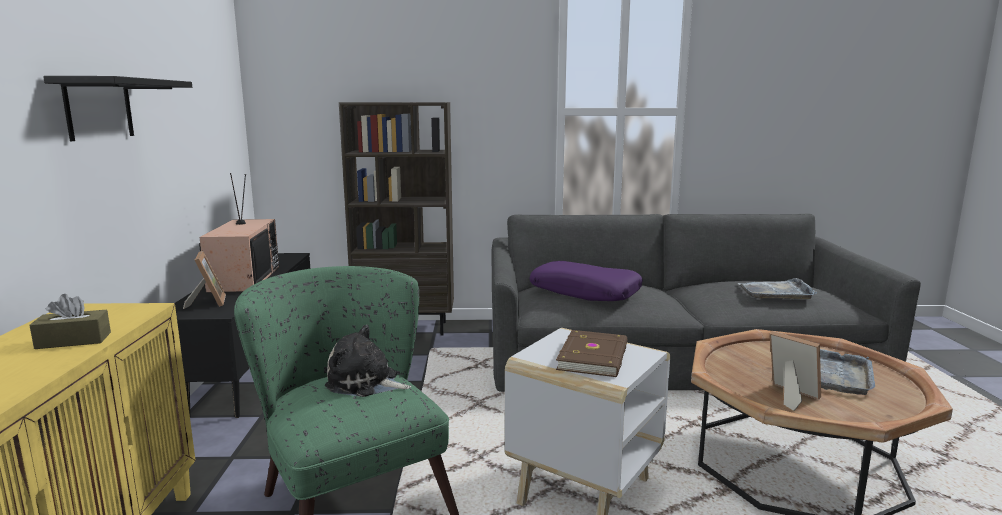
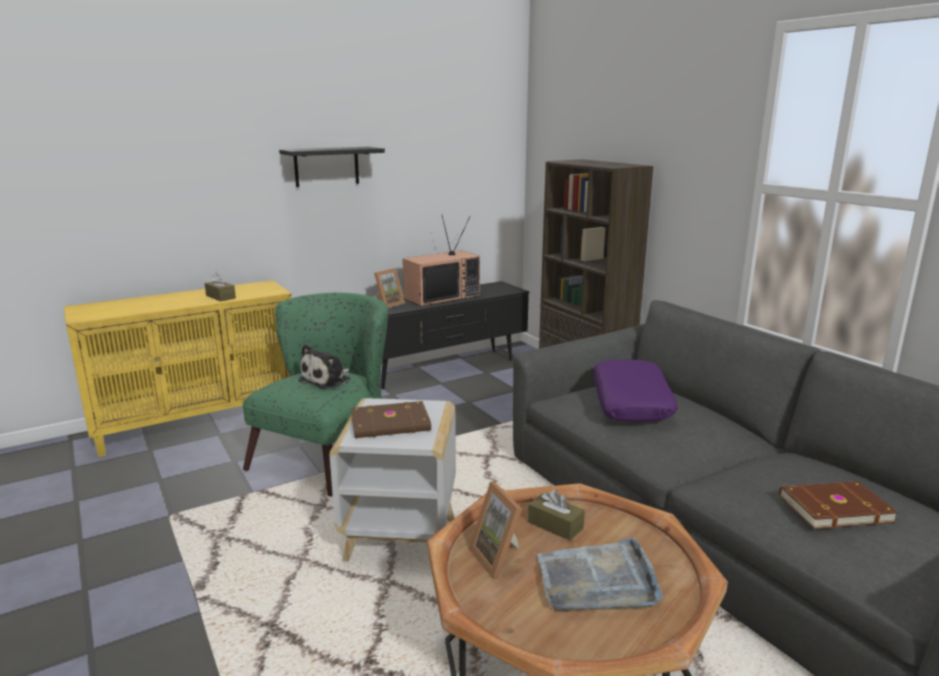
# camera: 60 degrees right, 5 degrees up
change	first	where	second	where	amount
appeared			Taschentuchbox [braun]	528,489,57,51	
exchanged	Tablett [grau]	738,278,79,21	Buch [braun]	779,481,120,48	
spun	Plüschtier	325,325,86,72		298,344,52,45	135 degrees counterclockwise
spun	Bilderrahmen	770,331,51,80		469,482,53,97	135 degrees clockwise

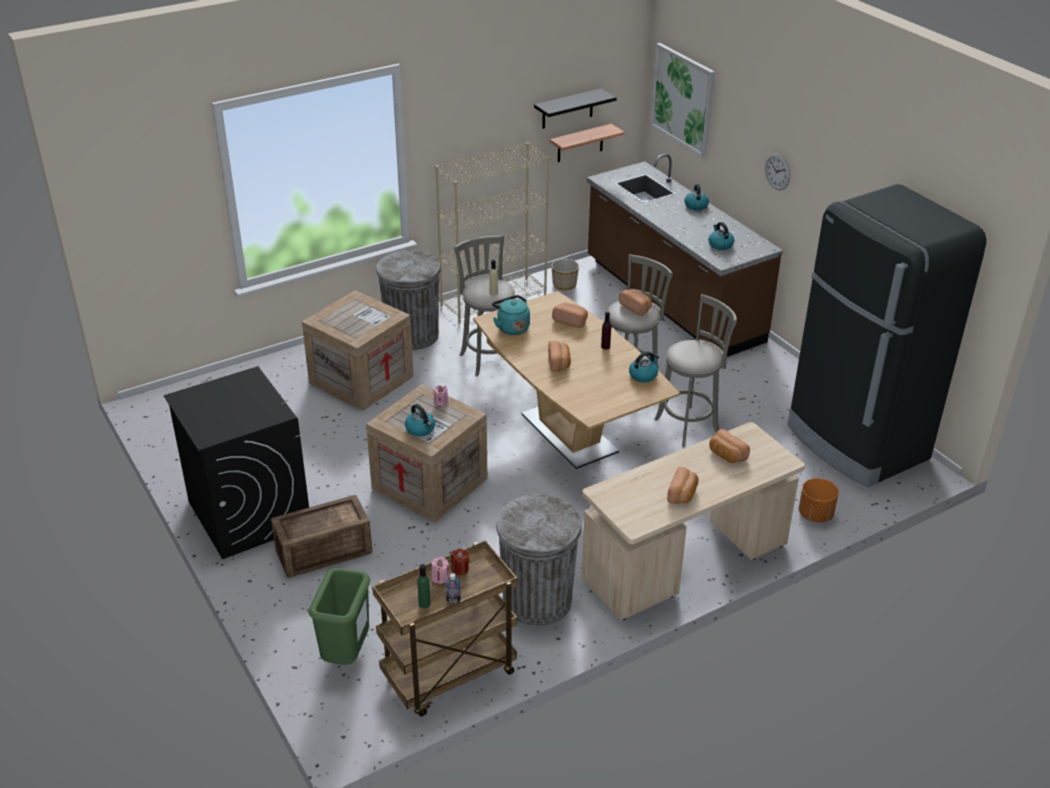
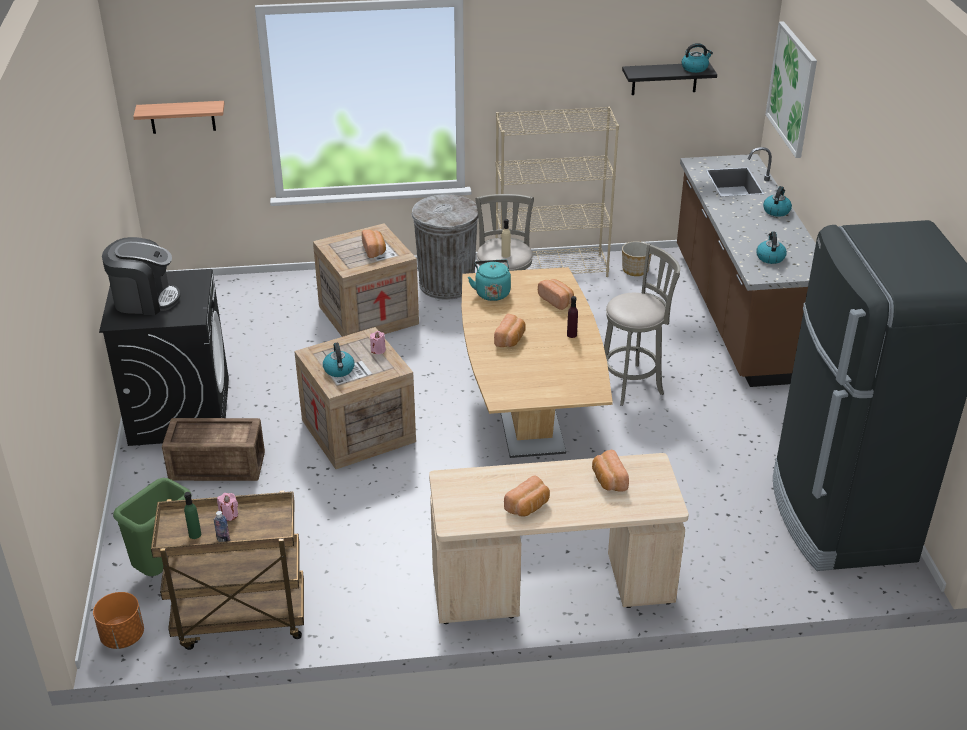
# camera: 25 degrees right, 0 degrees up
change	first	where	second	where	amount
missing	Kerze [rot]	451,548,18,27			
missing	Mülleimer [grau]	496,494,86,132			
missing	Hocker [grau]	654,294,83,153			
missing	Wanduhr	765,153,25,37			
appeared			Kaffeemaschine	102,237,79,78	
relocated	Wandregal	550,124,75,38		133,101,91,33	
relocated	Brot	619,289,33,27		362,230,24,28	
relocated	Wasserkessel	629,351,30,31		681,43,32,30	
relocated	Pflanzkübel [orange]	799,478,40,45		93,592,51,57	

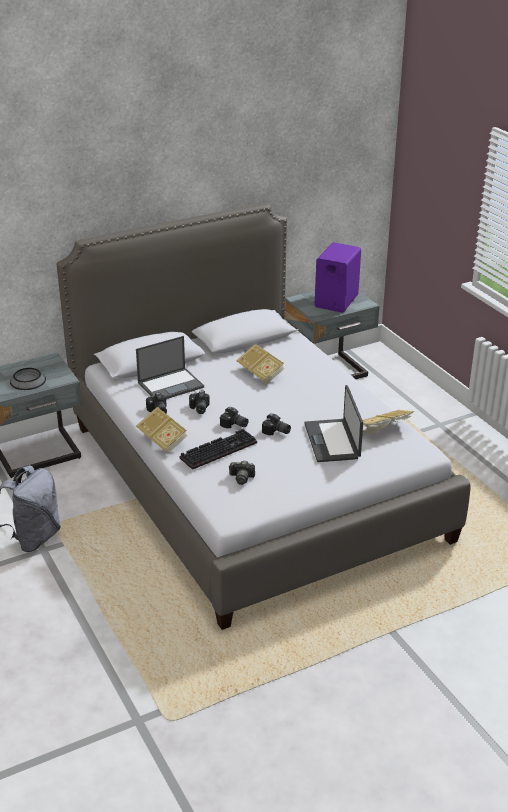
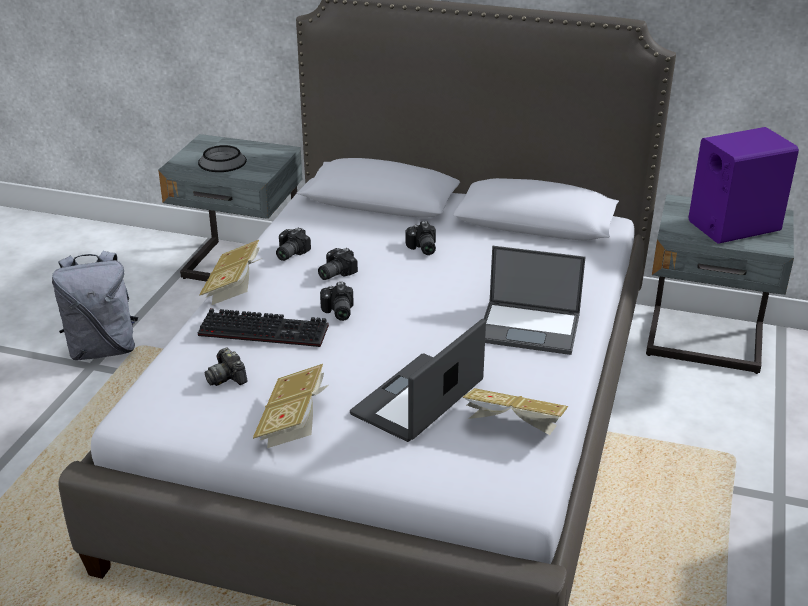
# camera: 45 degrees right, 0 degrees up
change	first	where	second	where	amount
relocated	Laptop	136,336,68,63		484,246,101,109	
relocated	Buch	236,344,48,41		253,364,75,84	
relocated	Kamera	262,413,29,22		406,221,30,34	

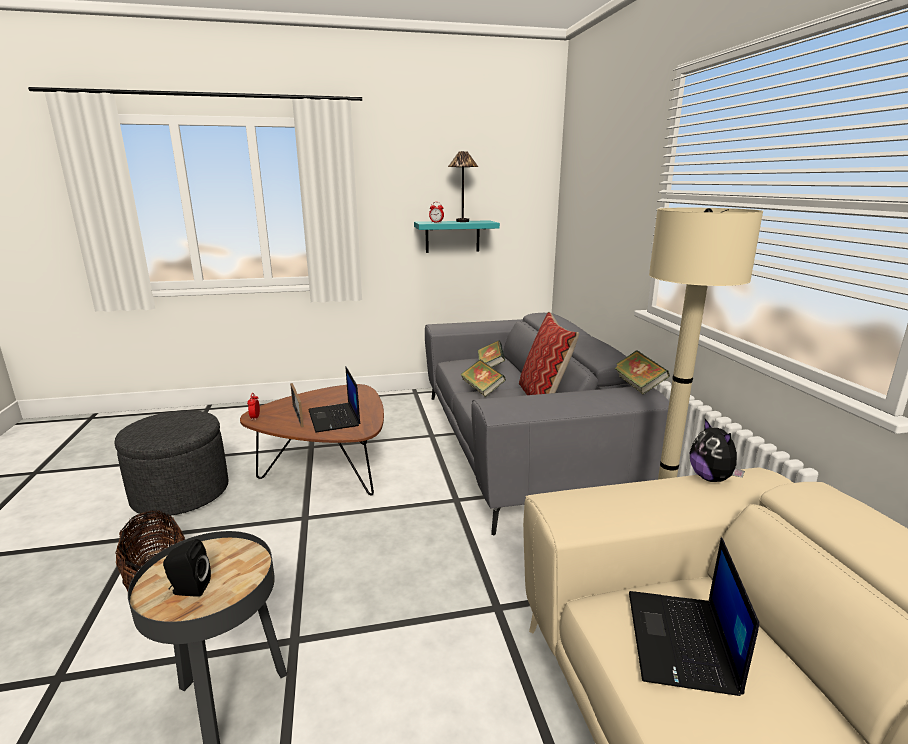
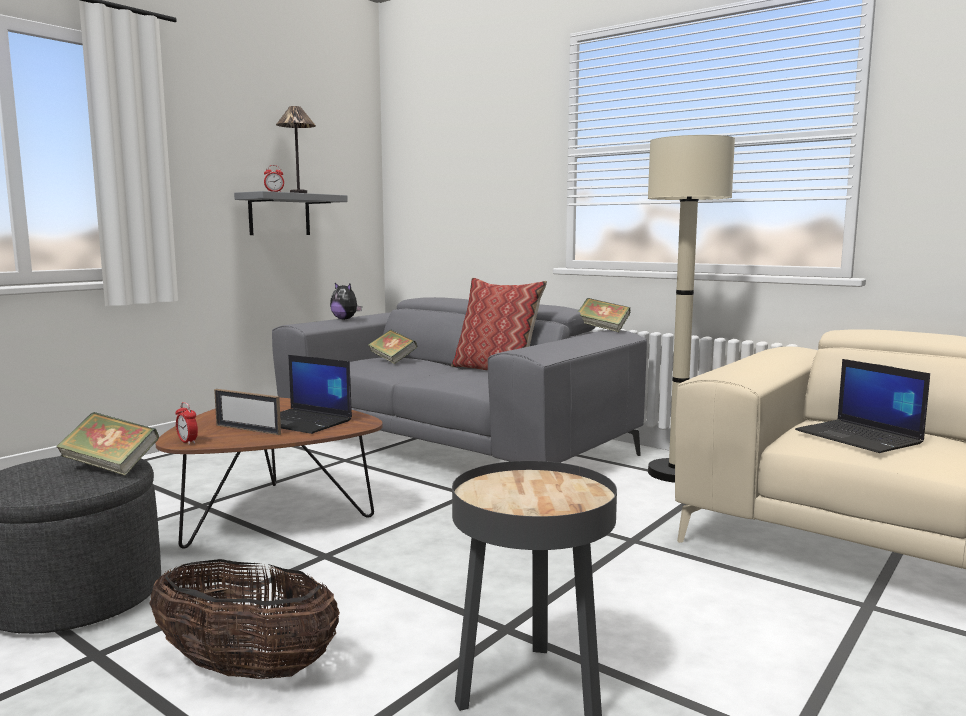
# camera: 40 degrees left, 10 degrees down
change	first	where	second	where	amount
missing	Lautsprecher [schwarz]	163,539,48,58			
relocated	Buch	460,359,46,38		56,412,103,64	
relocated	Plüschtier	690,419,55,63		330,283,32,37	
colour	Wandregal [türkis]	414,220,86,33	Wandregal [grau]	234,191,114,44	

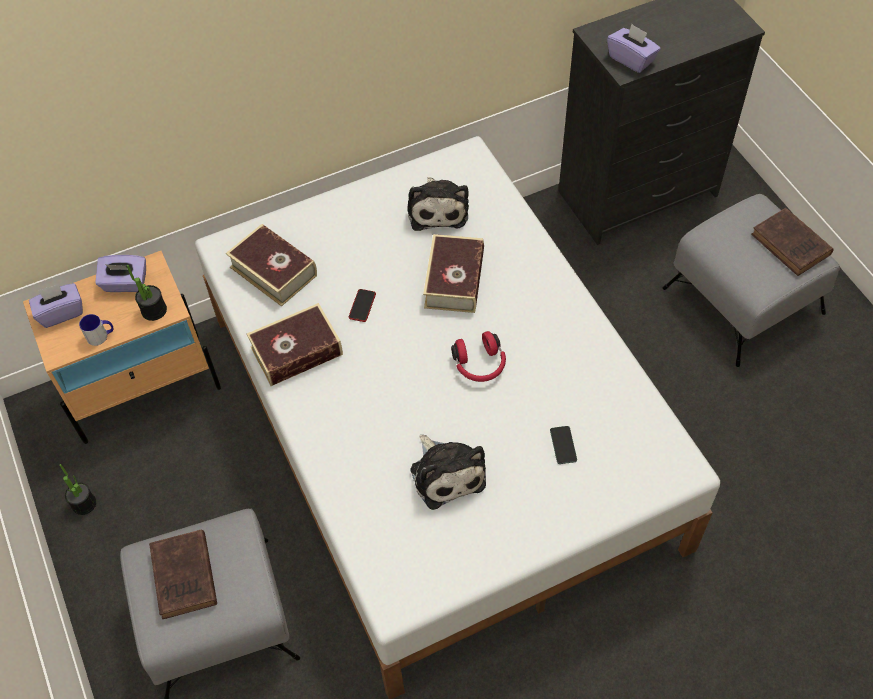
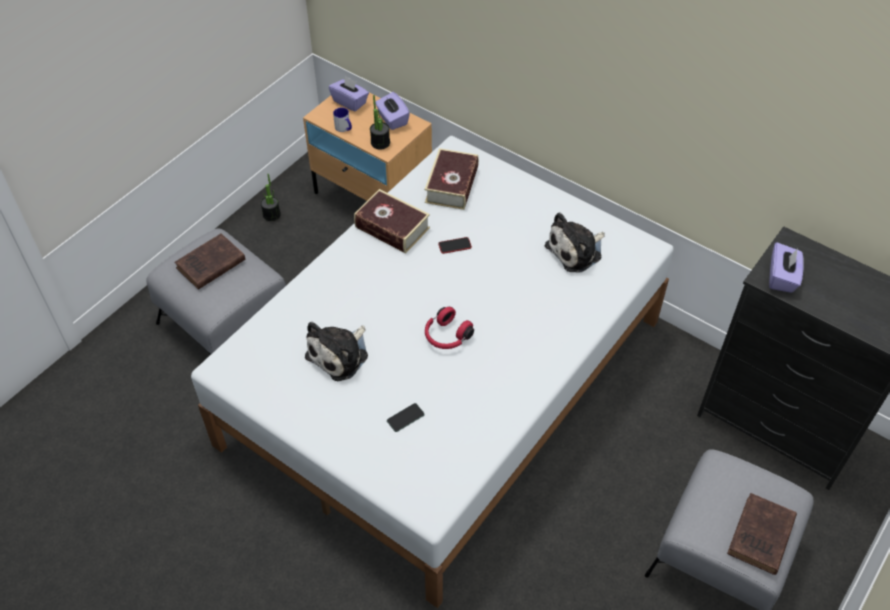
# camera: 60 degrees right, 5 degrees down
change	first	where	second	where	amount
missing	Buch	423,234,61,79			

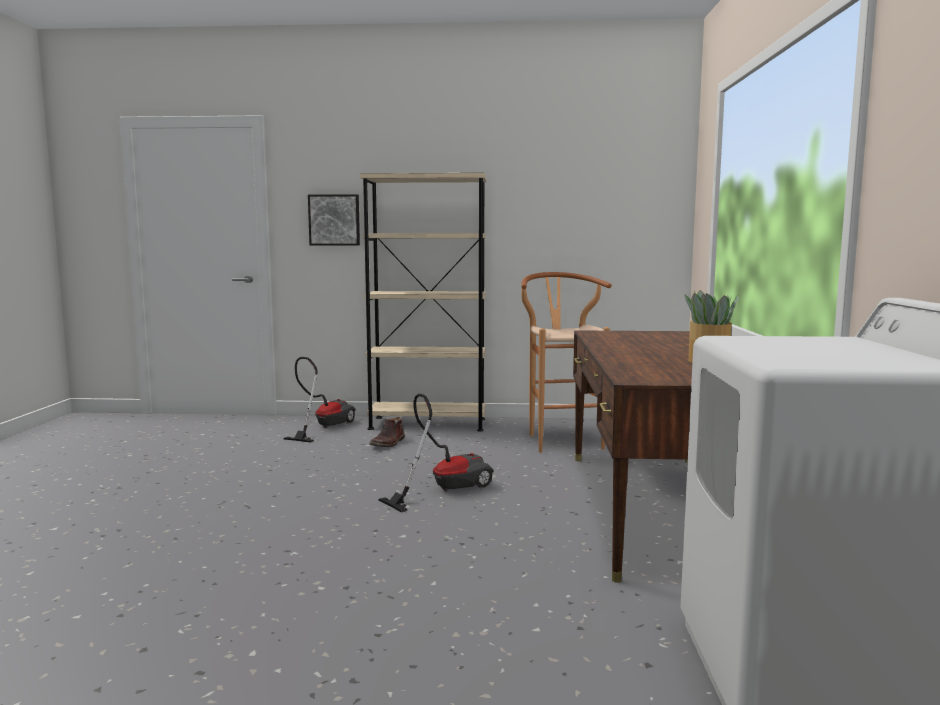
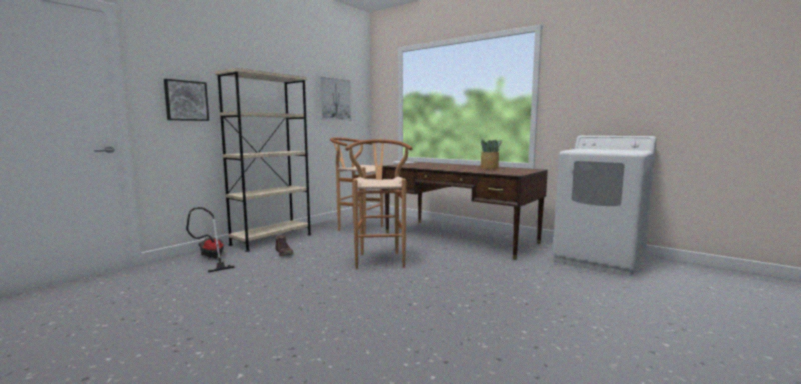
# camera: 55 degrees left, 0 degrees up
change	first	where	second	where	amount
appeared			Bild	319,76,33,44	
exchanged	Staubsauger	378,394,116,119	Hocker [braun]	345,139,68,130	

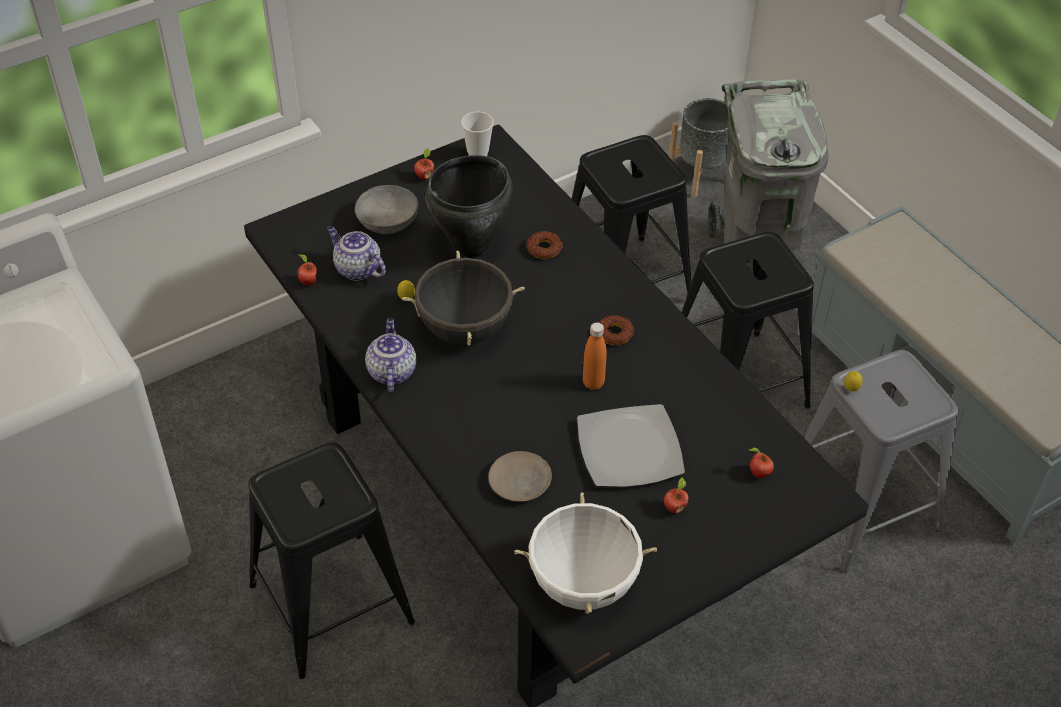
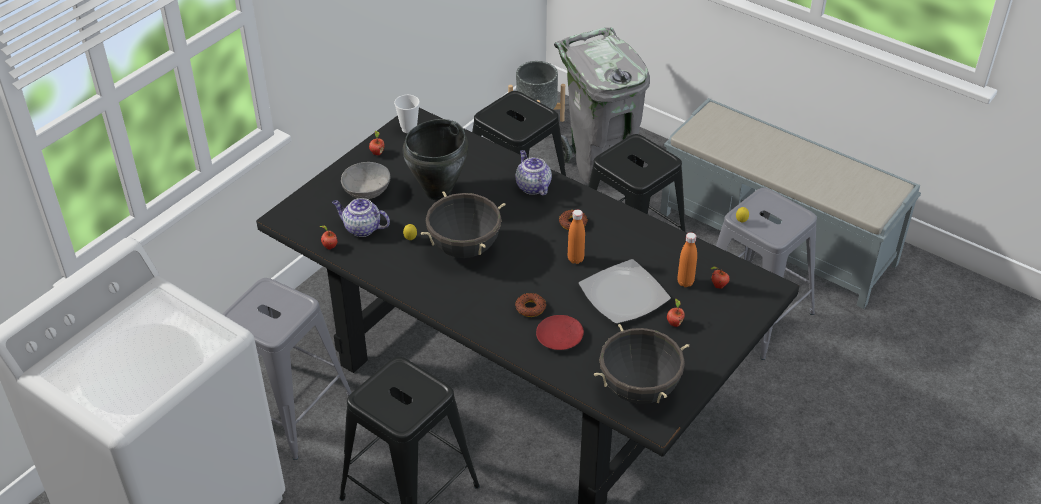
# camera: 20 degrees left, 5 degrees down
change	first	where	second	where	amount
appeared			Hocker [grau]	223,278,128,182	
appeared			Flasche [orange]	677,232,20,55	
relocated	Teekanne	365,318,52,74		515,150,37,46	
relocated	Donut	526,231,37,28		515,293,31,24	
colour	Teller [beige]	488,451,64,50	Teller [rot]	536,315,48,35	
colour	Kochtopf [weiß]	514,492,143,122	Kochtopf [schwarz]	594,324,95,80	

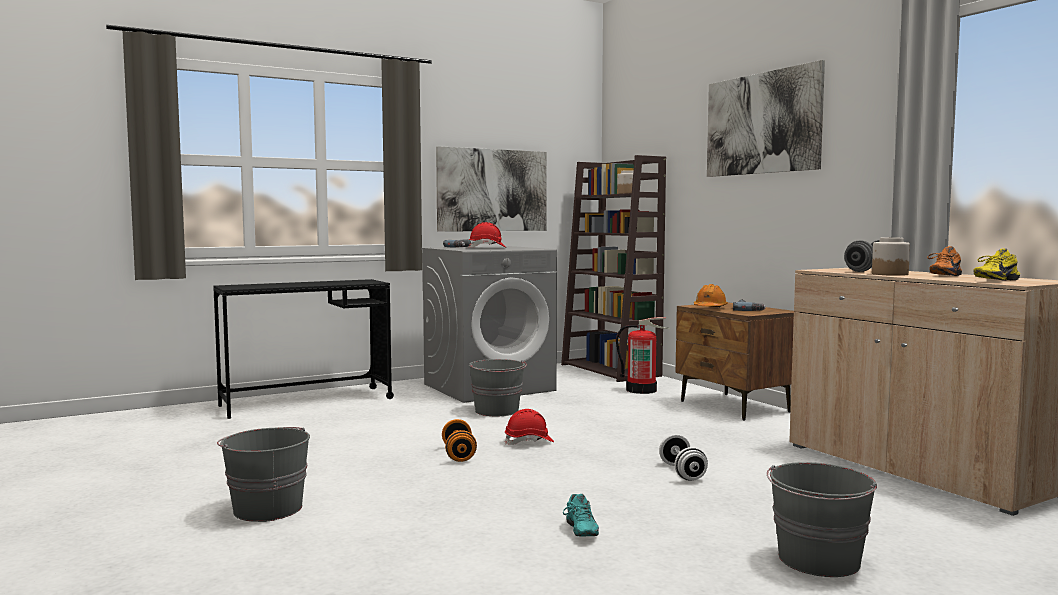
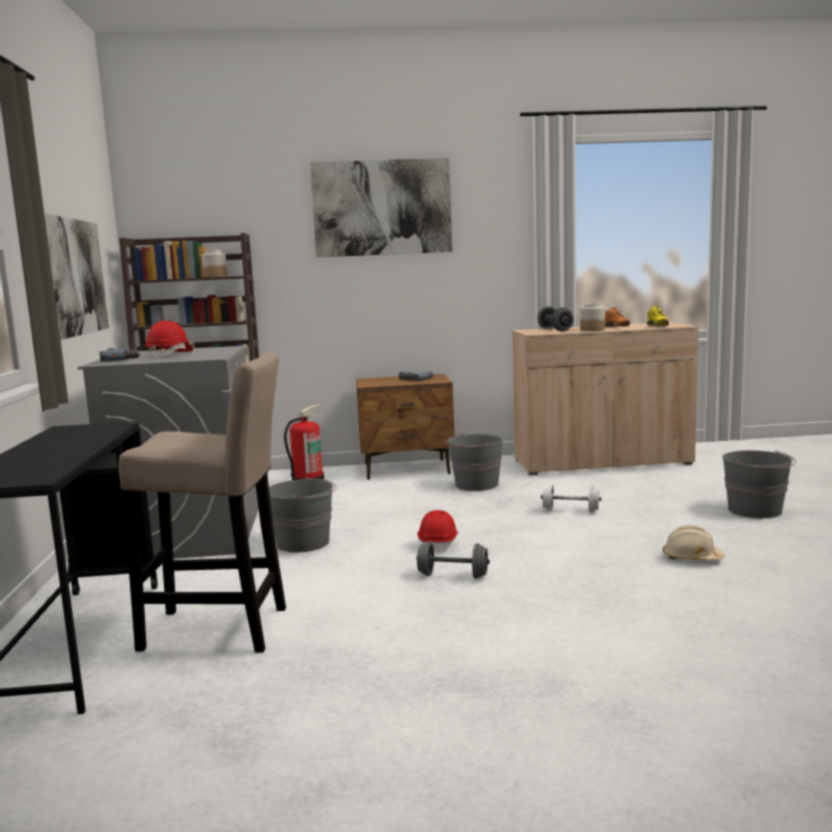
# camera: 65 degrees left, 5 degrees up
change	first	where	second	where	amount
missing	Schutzhelm [orange]	694,284,34,23			
appeared			Hocker [beige]	118,352,168,301	
relocated	Eimer [grau]	217,427,93,95		445,433,58,58	
exchanged	Schuh [türkis]	563,494,36,42	Schutzhelm [beige]	663,525,62,35	
colour	Hantel [orange]	442,419,35,43	Hantel [grau]	416,541,74,38	

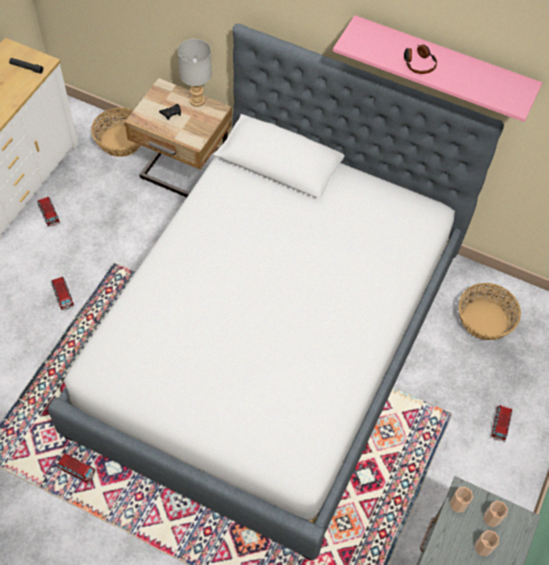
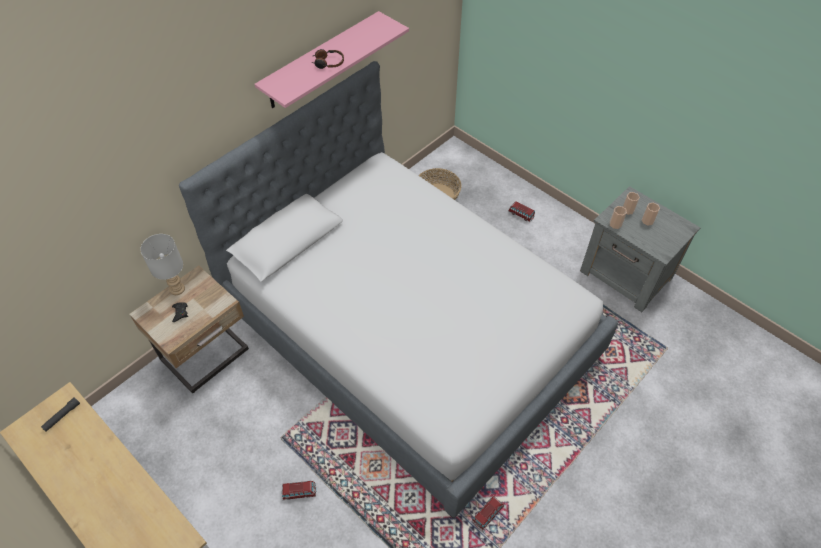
# camera: 70 degrees left, 5 degrees down
change	first	where	second	where	amount
missing	Spielzeugauto	37,197,23,30			
missing	Korb	91,107,50,50			

